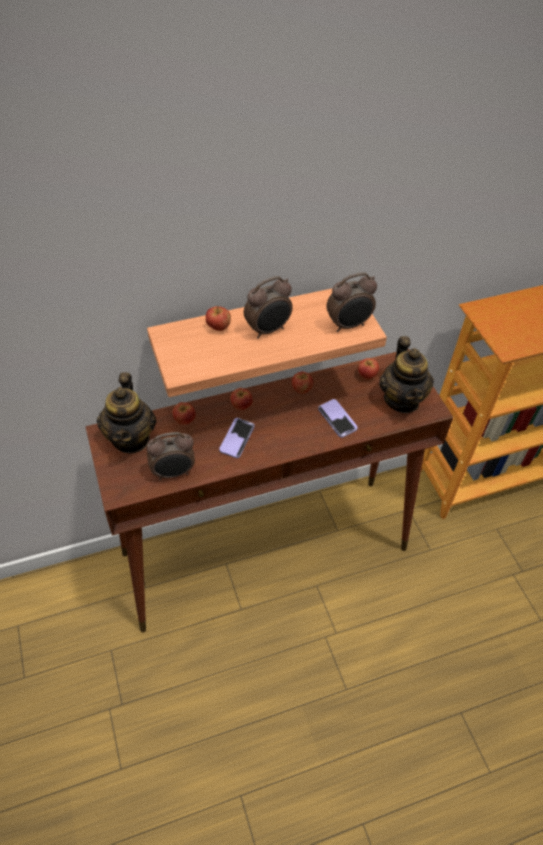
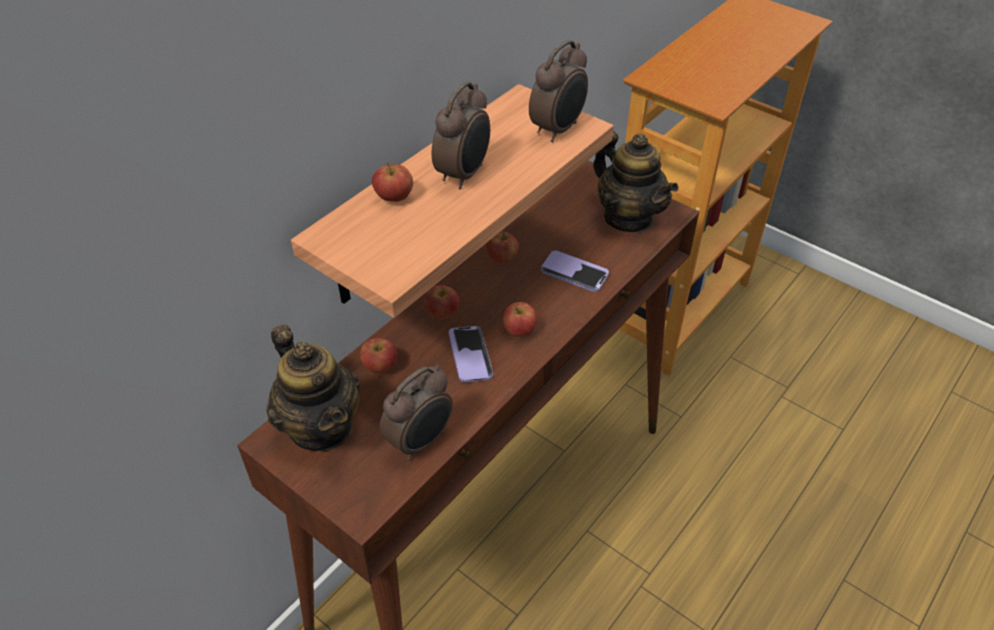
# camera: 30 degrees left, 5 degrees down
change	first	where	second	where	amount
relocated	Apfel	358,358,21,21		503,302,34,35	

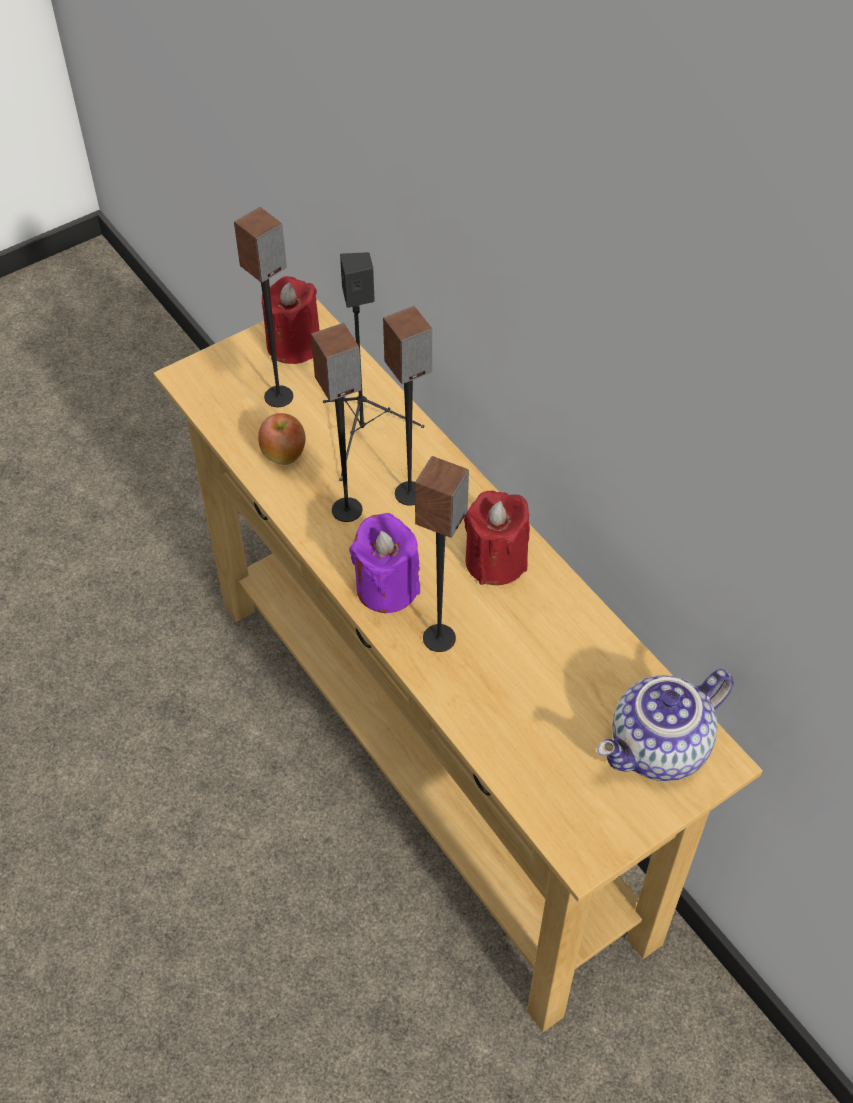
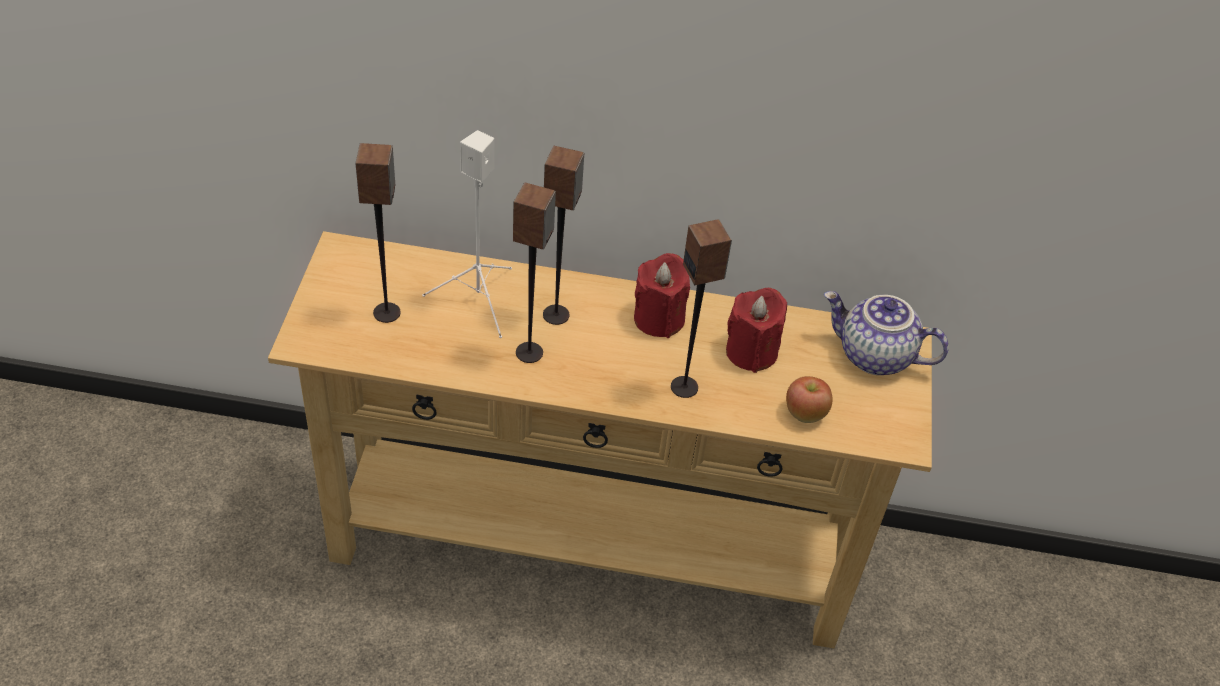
# camera: 50 degrees left, 5 degrees down
change	first	where	second	where	amount
missing	Kerze [lila]	350,513,70,100			
relocated	Apfel	258,413,47,52		786,376,47,47	
relocated	Kerze [rot]	262,276,58,88		726,288,61,85	
colour	Lautsprecher [schwarz]	323,252,101,229	Lautsprecher [weiß]	422,130,90,208	
spun	Teekanne	597,669,137,112		824,291,125,84	105 degrees clockwise

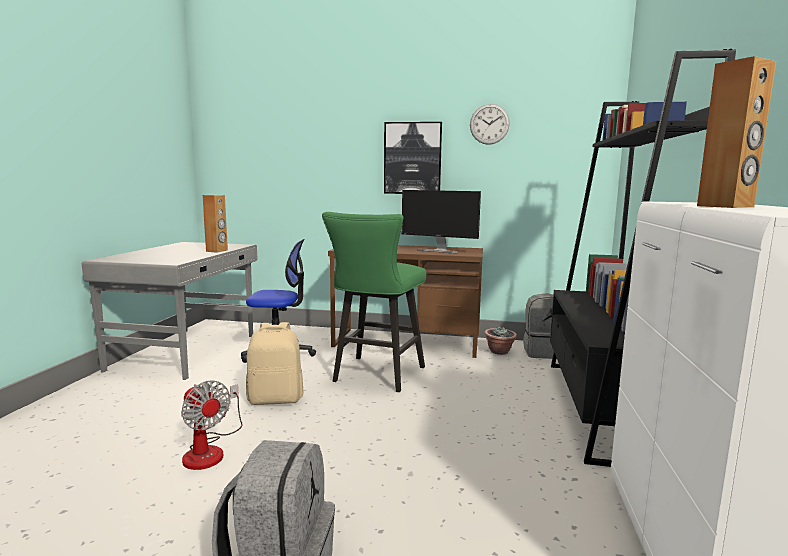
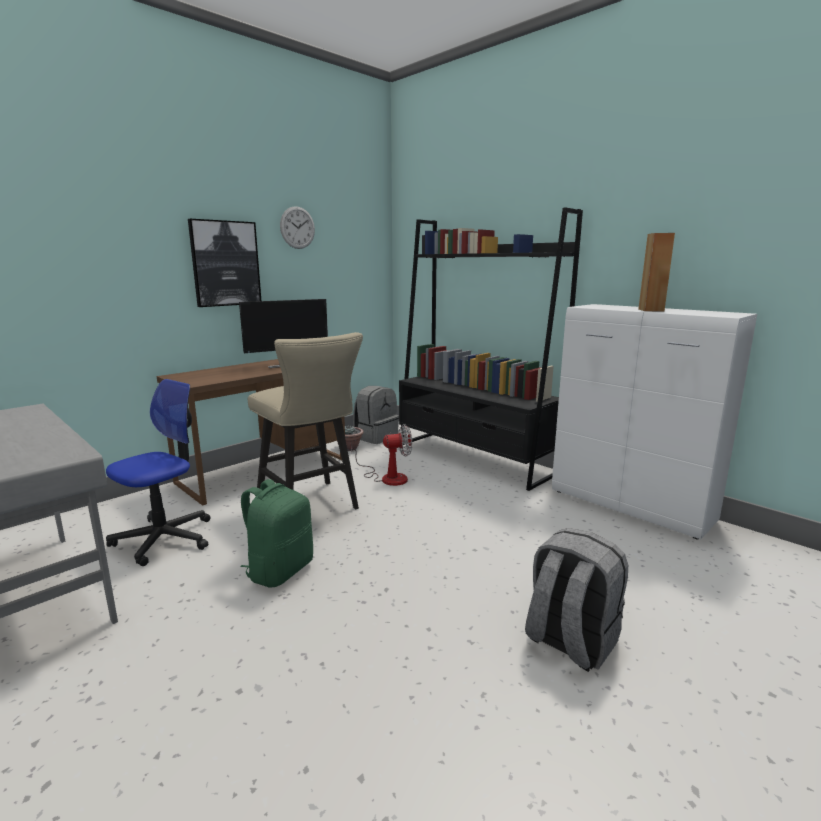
# camera: 55 degrees left, 5 degrees up
change	first	where	second	where	amount
missing	Lautsprecher [braun]	203,195,25,58			
relocated	Ventilator	181,381,61,89		350,424,62,62	
colour	Rucksack [beige]	246,322,58,83	Rucksack [grün]	240,479,73,108	
colour	Hocker [grün]	322,212,104,180	Hocker [beige]	248,332,115,177	

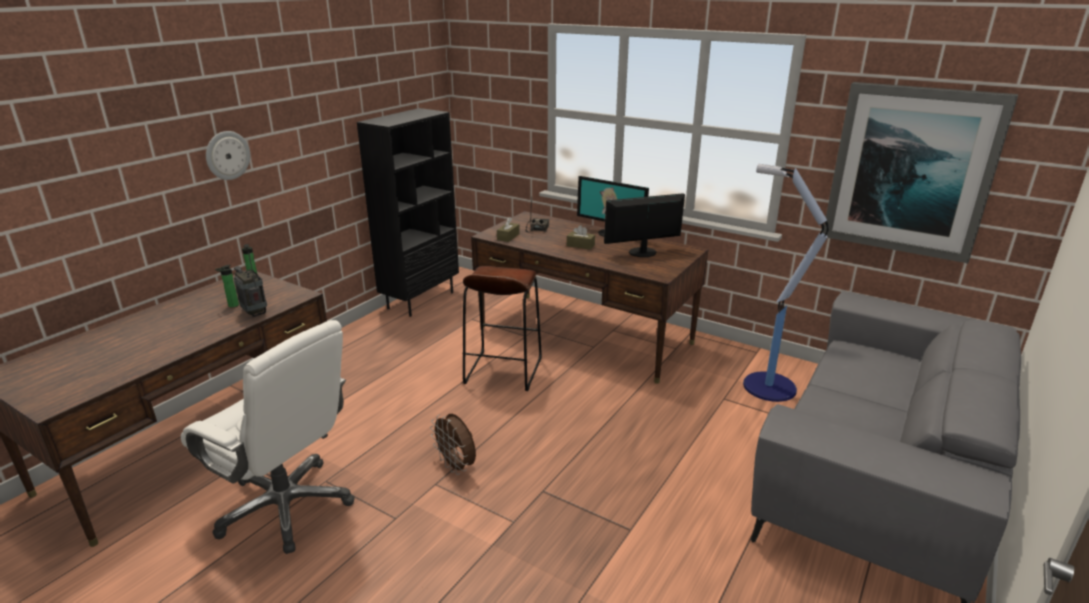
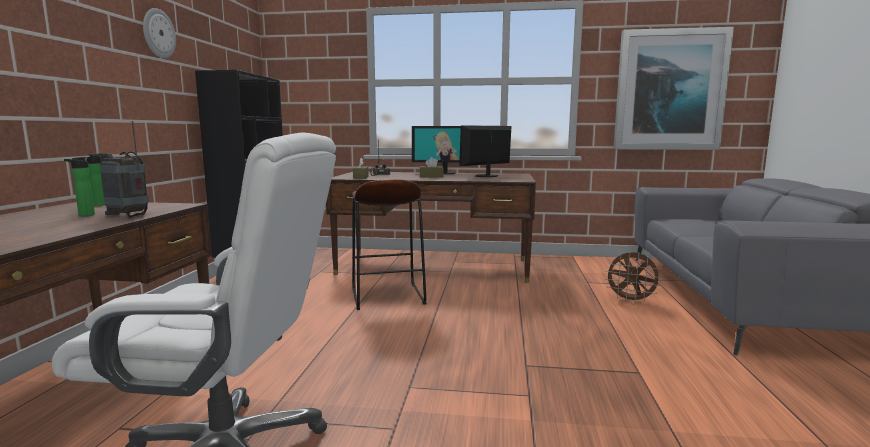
# camera: 25 degrees left, 15 degrees down
change	first	where	second	where	amount
missing	Stehlampe	743,164,86,238			
relocated	Wanduhr	206,131,44,49		143,8,33,50	
relocated	Ventilator [braun]	430,414,46,61		604,251,58,53	

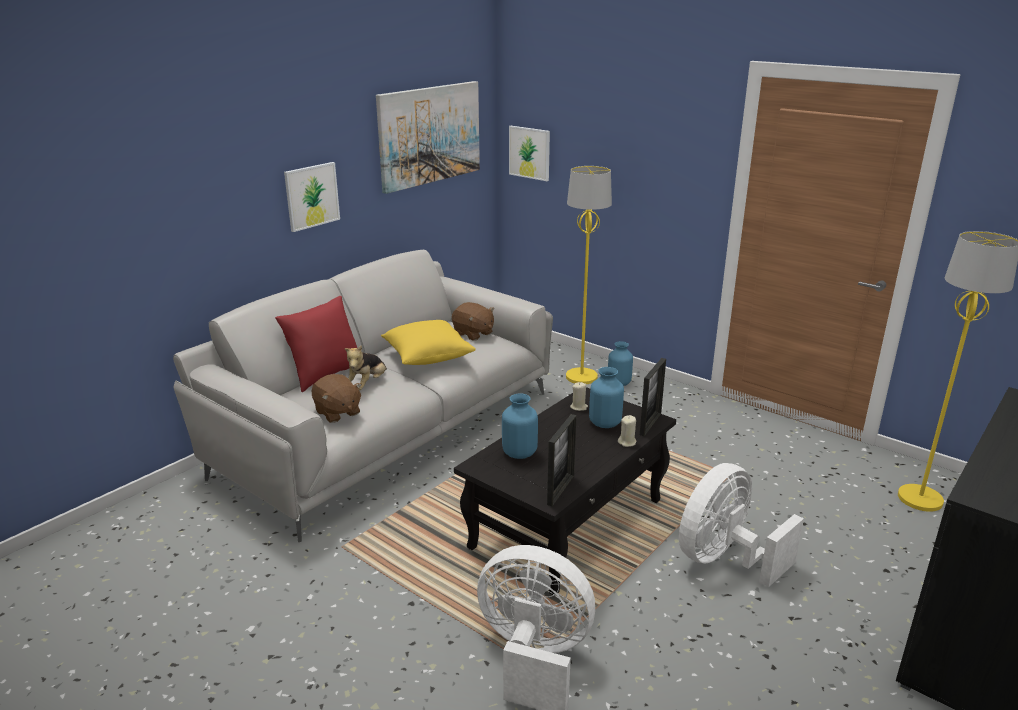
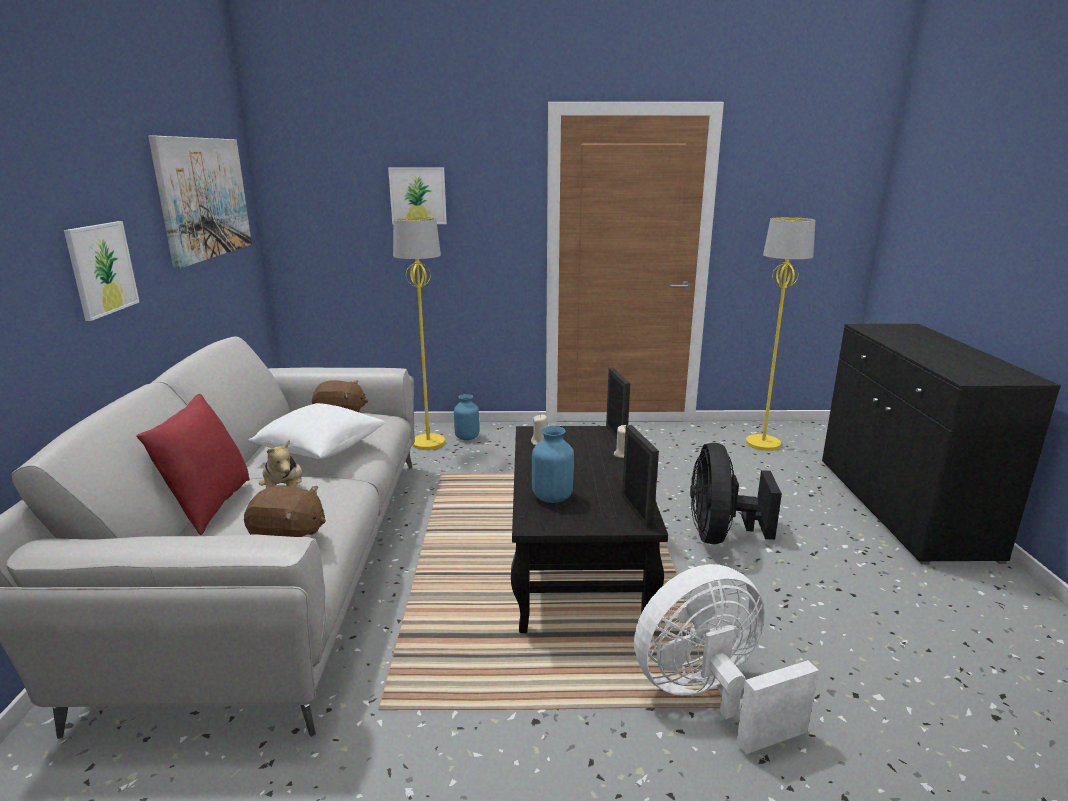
# camera: 40 degrees left, 5 degrees down
change	first	where	second	where	amount
missing	Vase [blau]	589,367,35,61			
relocated	Bild	509,126,41,55		388,167,59,57	
colour	Kissen [gelb]	381,320,95,45	Kissen [weiß]	248,403,137,56	
colour	Ventilator [weiß]	679,463,125,124	Ventilator [schwarz]	690,443,92,101	

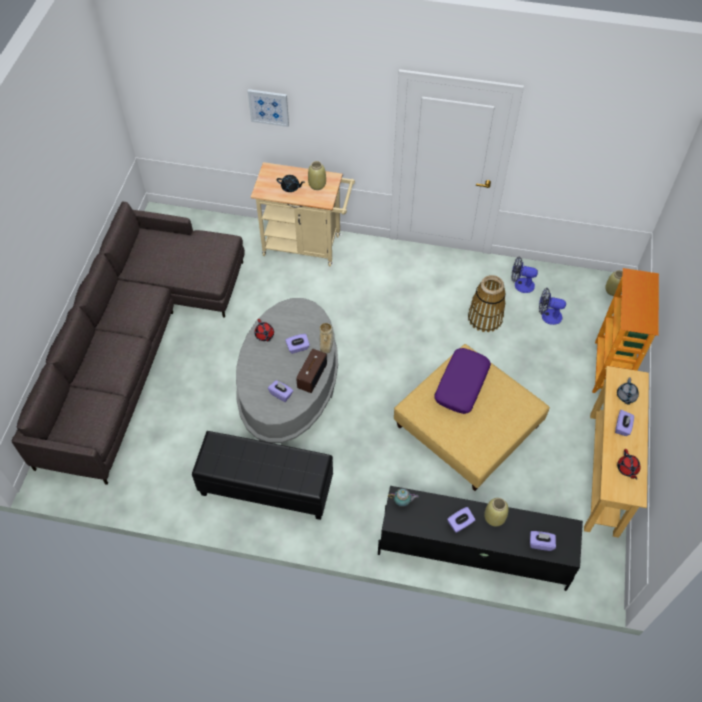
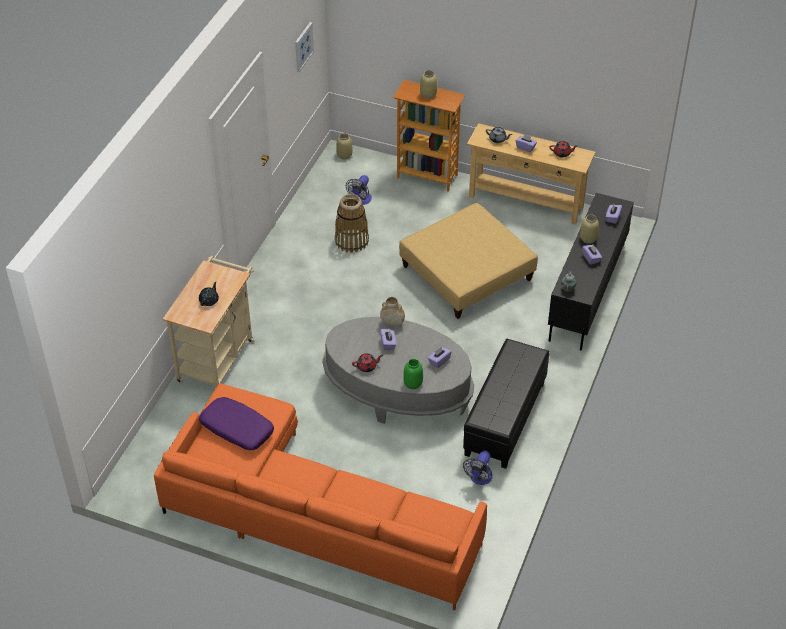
# camera: 80 degrees left, 10 degrees down
change	first	where	second	where	amount
missing	Radio	296,349,31,44			
appeared			Vase [grün]	403,359,20,30	
relocated	Bild	248,89,41,38		295,22,19,50	
relocated	Vase [beige]	308,161,18,29		420,70,17,29	
relocated	Kissen [lila]	434,348,57,66		199,397,75,53	
relocated	Ventilator	511,256,27,37		463,451,30,34	
colour	Sofa [grau]	12,202,233,283	Sofa [orange]	154,383,333,227	

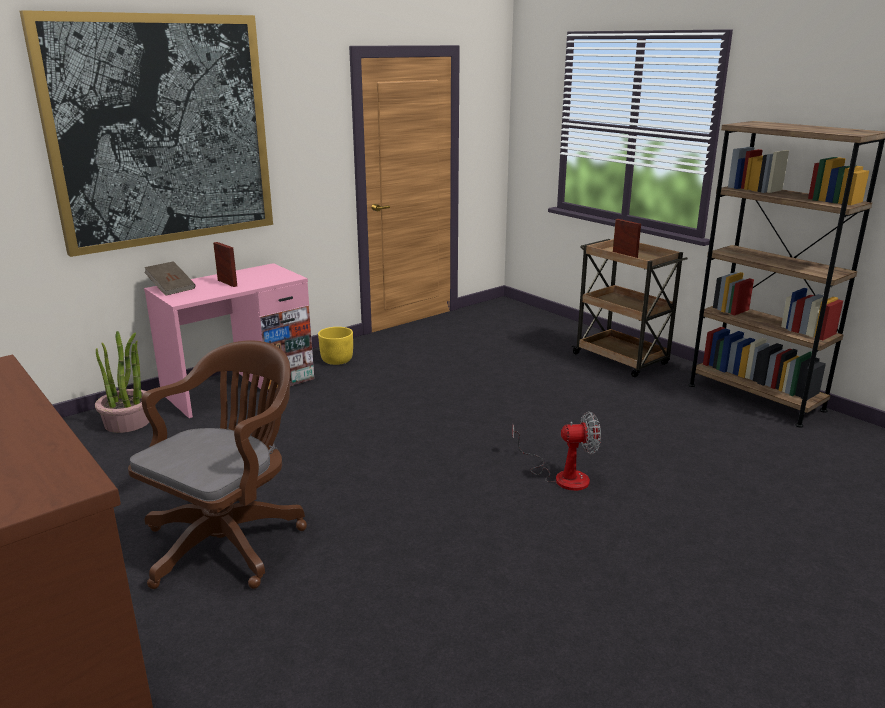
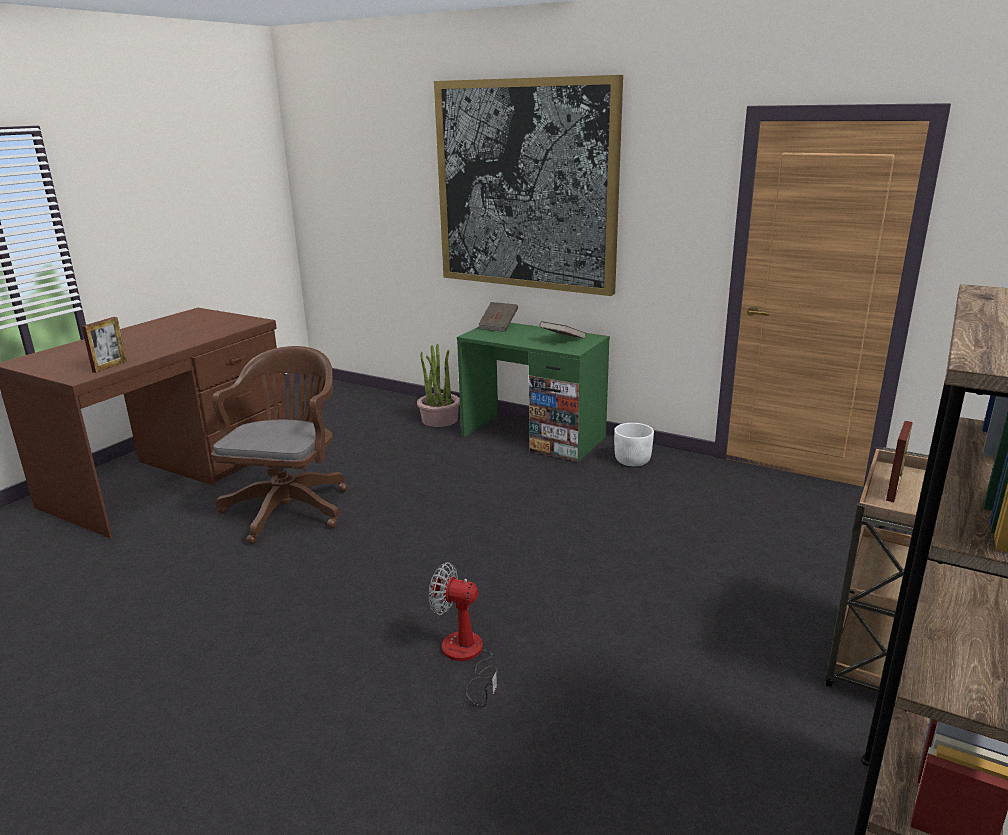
# camera: 70 degrees right, 0 degrees up
change	first	where	second	where	amount
appeared			Buch [braun]	540,321,46,18	
relocated	Bilderrahmen	213,242,24,45		82,317,45,56	
colour	Schreibtisch [rosa]	144,263,170,155	Schreibtisch [grün]	457,323,153,139	
colour	Pflanzkübel [gelb]	318,327,35,38	Pflanzkübel [weiß]	614,423,40,43	
spun	Bürostuhl [braun]	128,341,179,248		211,346,136,198	90 degrees counterclockwise
spun	Ventilator	512,411,89,80		429,562,69,145	135 degrees clockwise

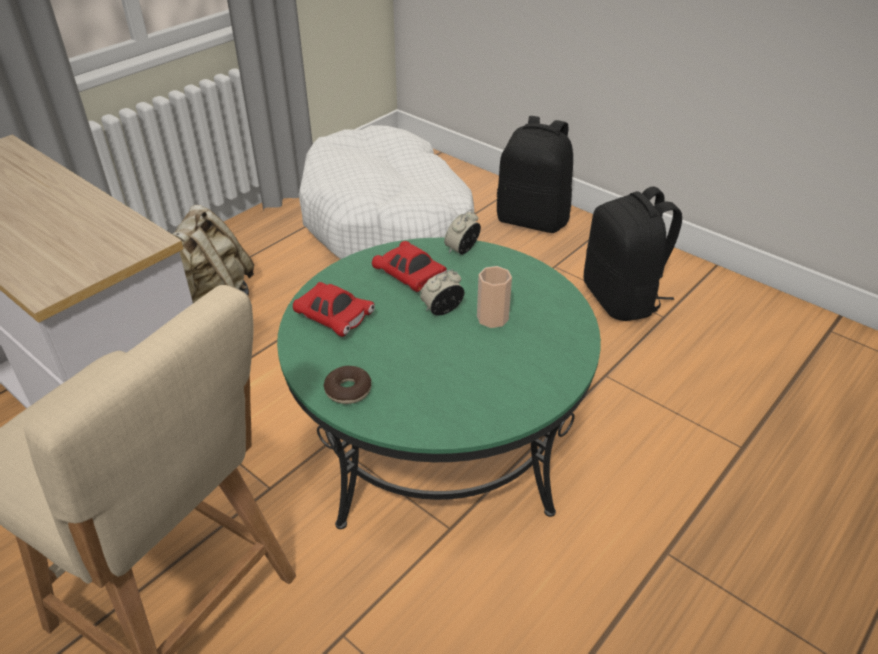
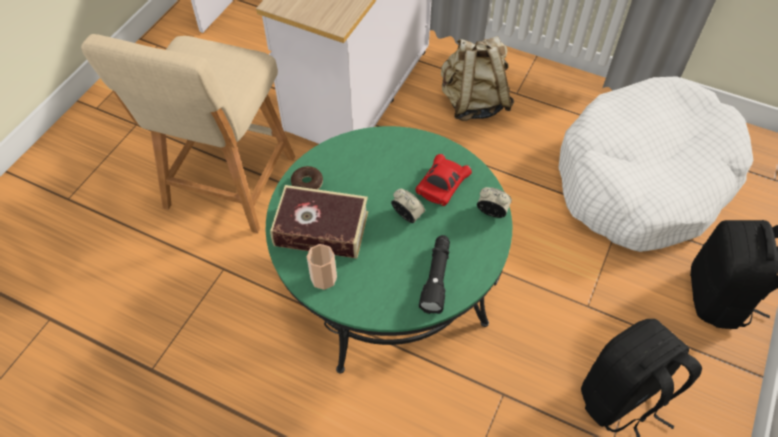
# camera: 75 degrees right, 15 degrees up
change	first	where	second	where	amount
missing	Spielzeugauto [rot]	293,282,82,55			
appeared			Buch	270,185,98,73	
appeared			Taschenlampe [schwarz]	419,235,31,79	
relocated	Tasse	477,266,35,62		307,244,30,46	

